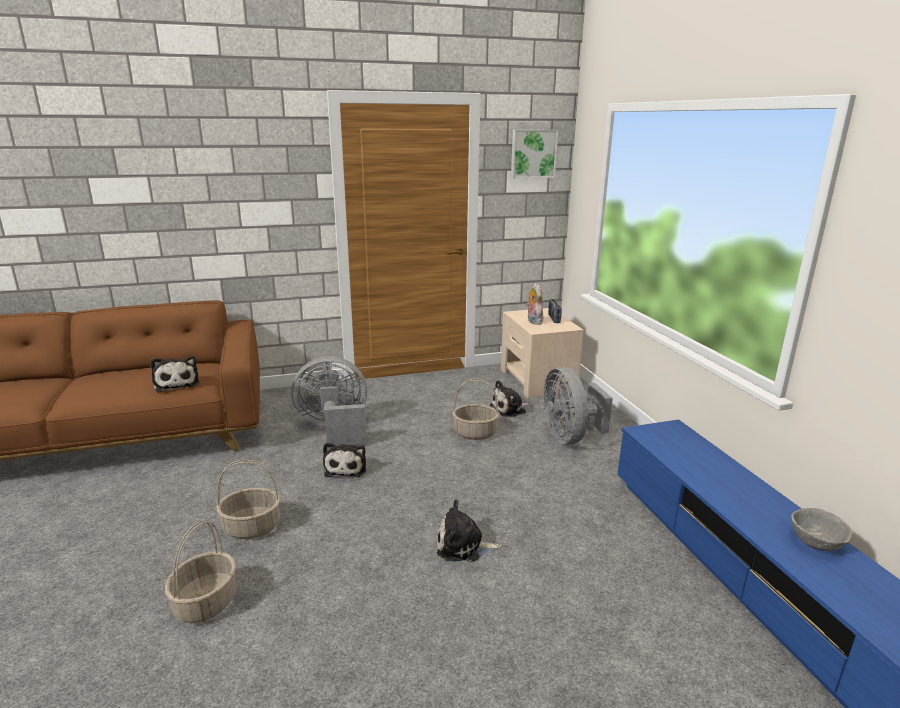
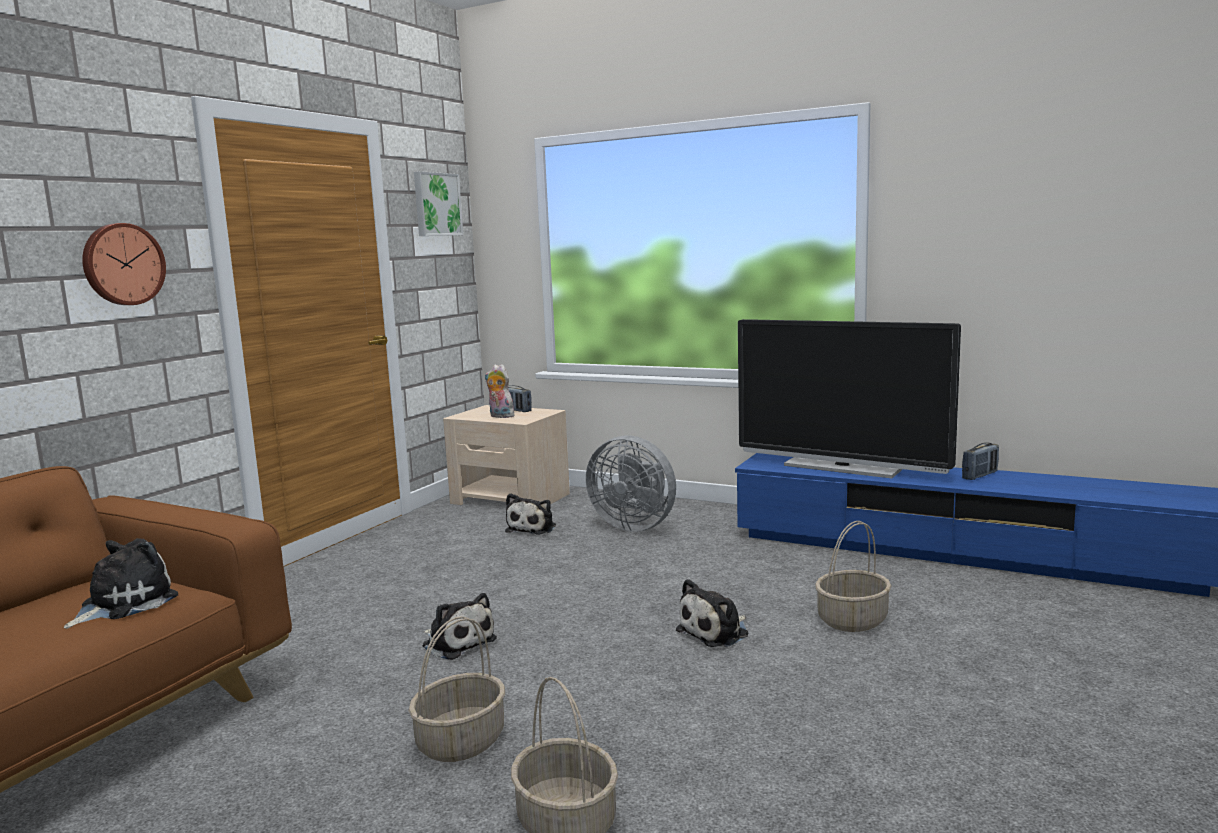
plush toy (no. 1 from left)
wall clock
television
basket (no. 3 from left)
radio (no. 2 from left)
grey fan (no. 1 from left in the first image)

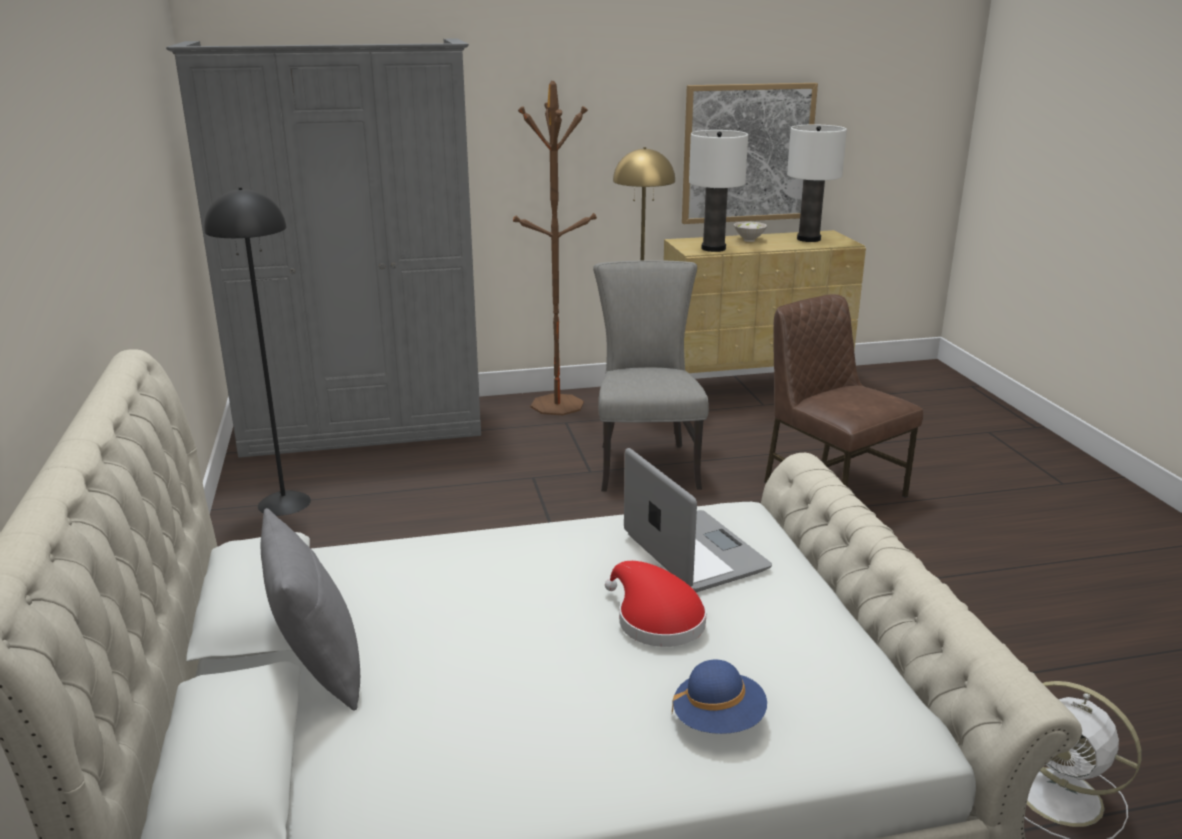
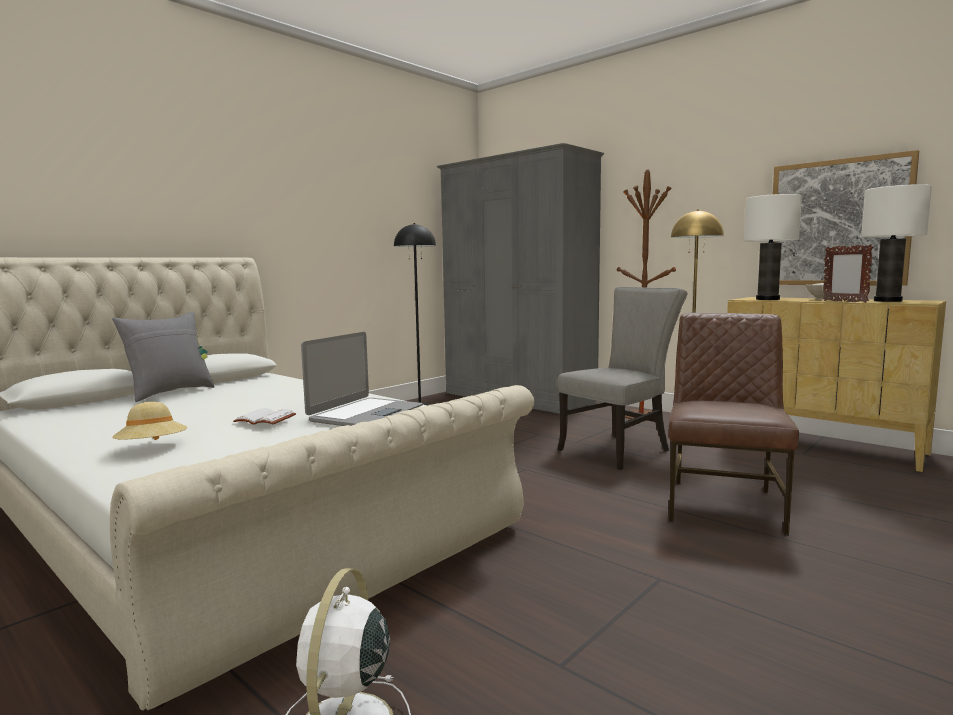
beige hat
white book
picture frame

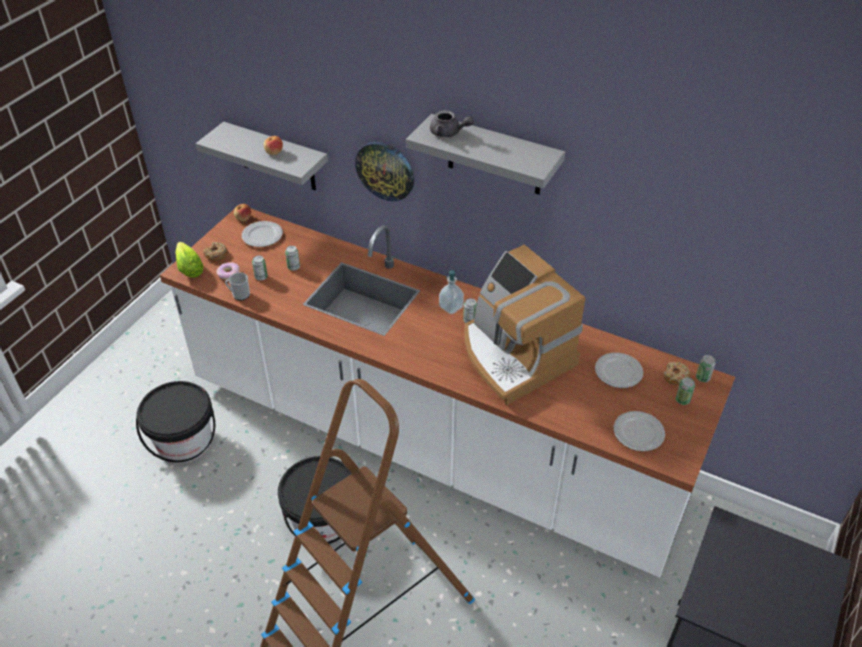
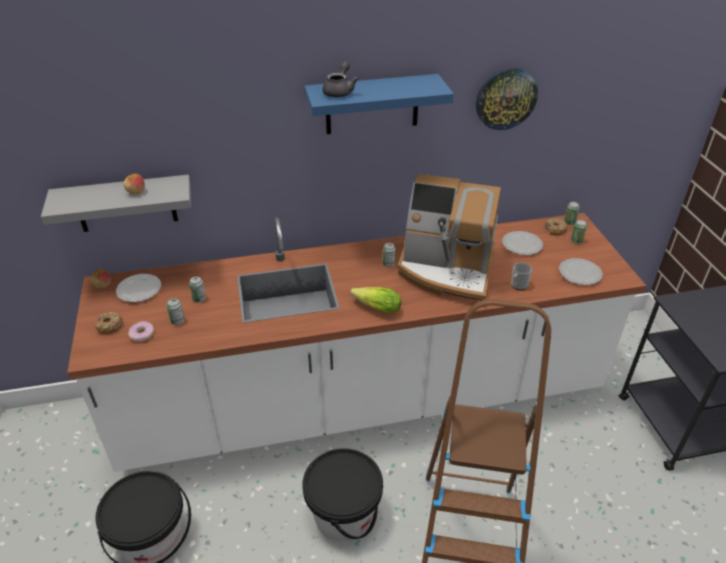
blue shelf
grey teapot
lettuce
wall clock
mug
soap dispenser

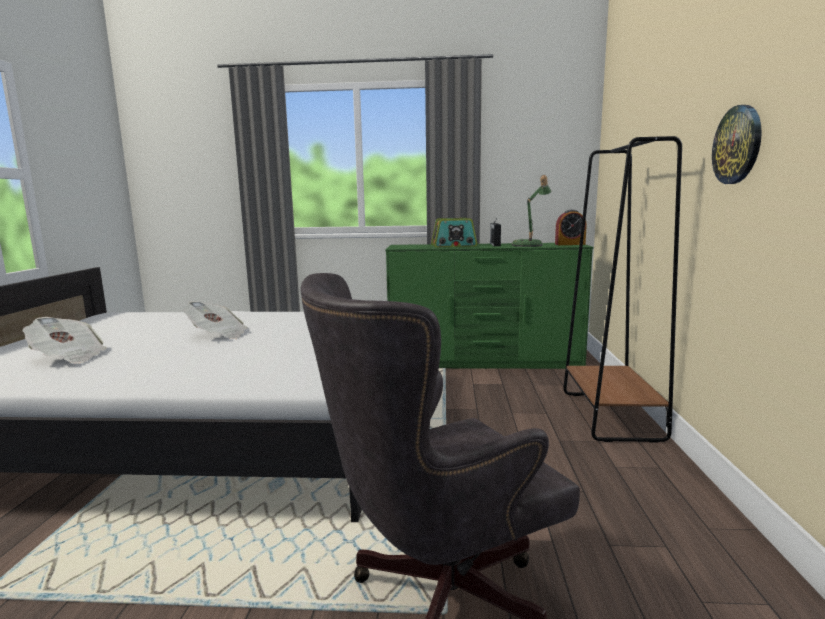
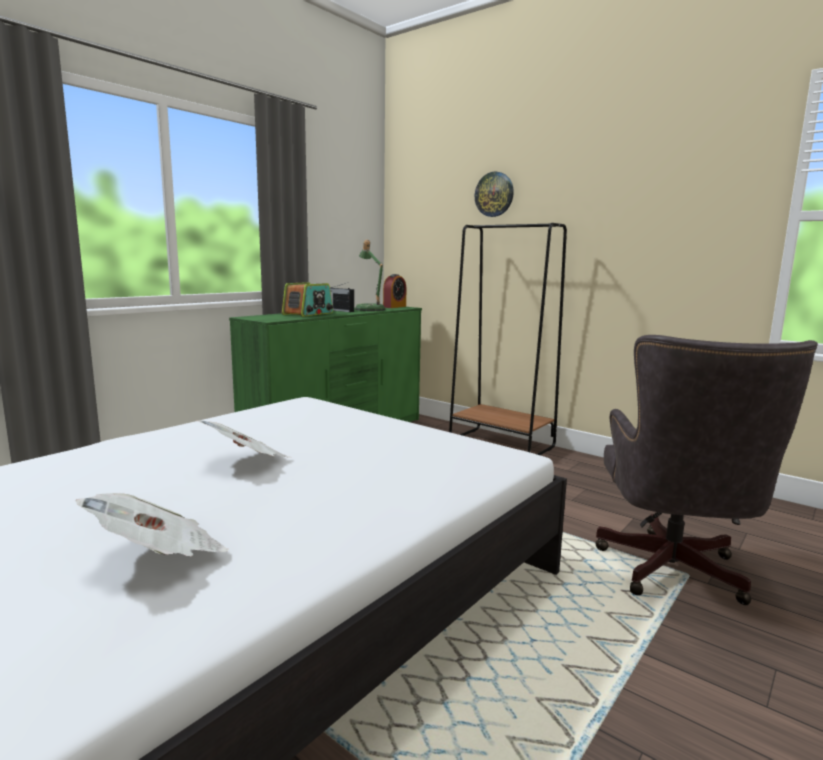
wall clock

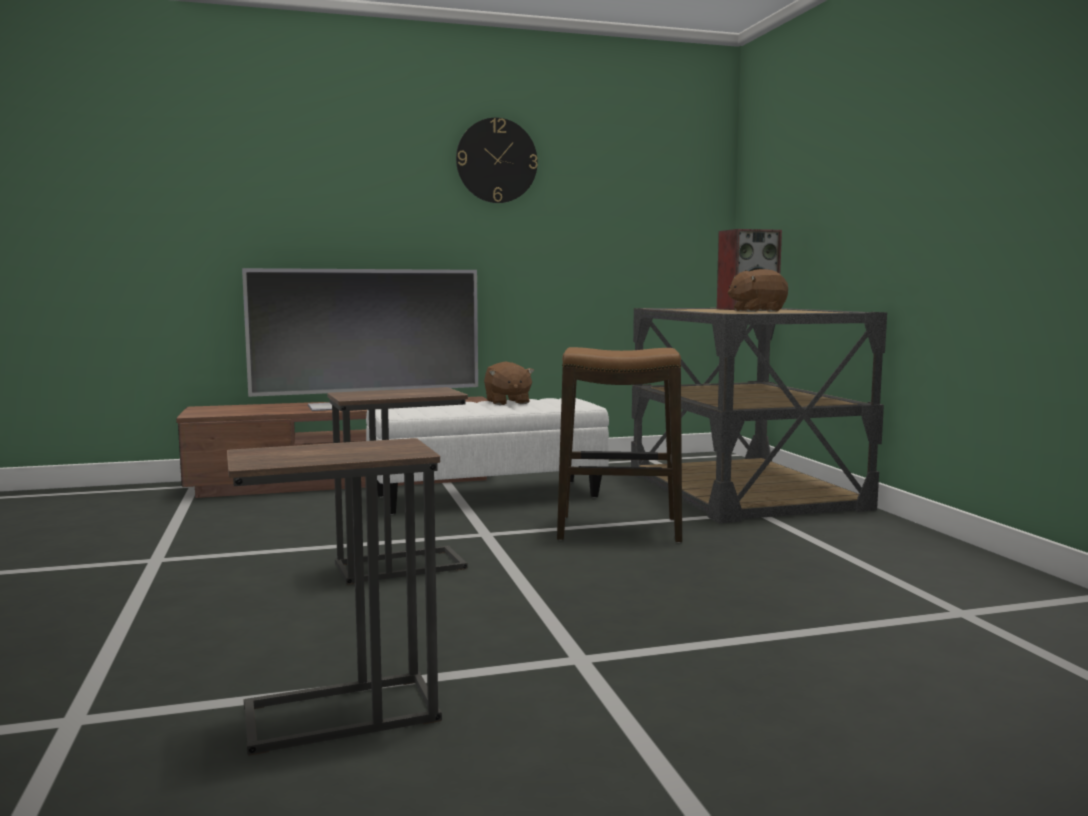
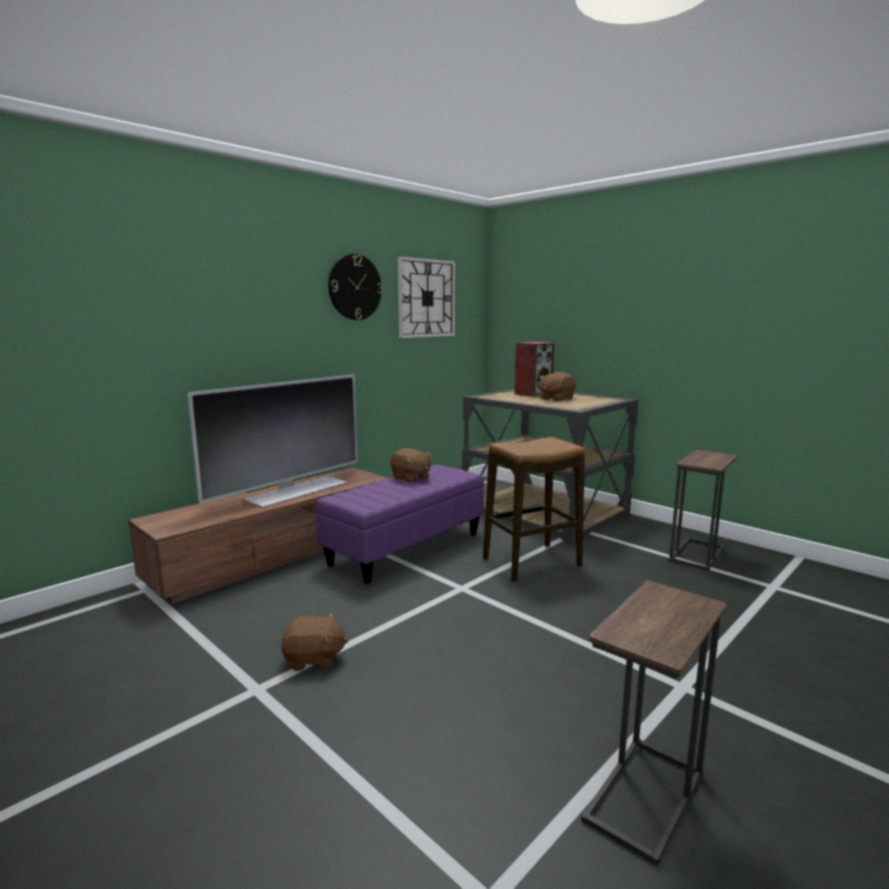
brown plush toy (no. 1 from left)
purple ottoman
wall clock (no. 2 from left)
brown side table (no. 2 from left)

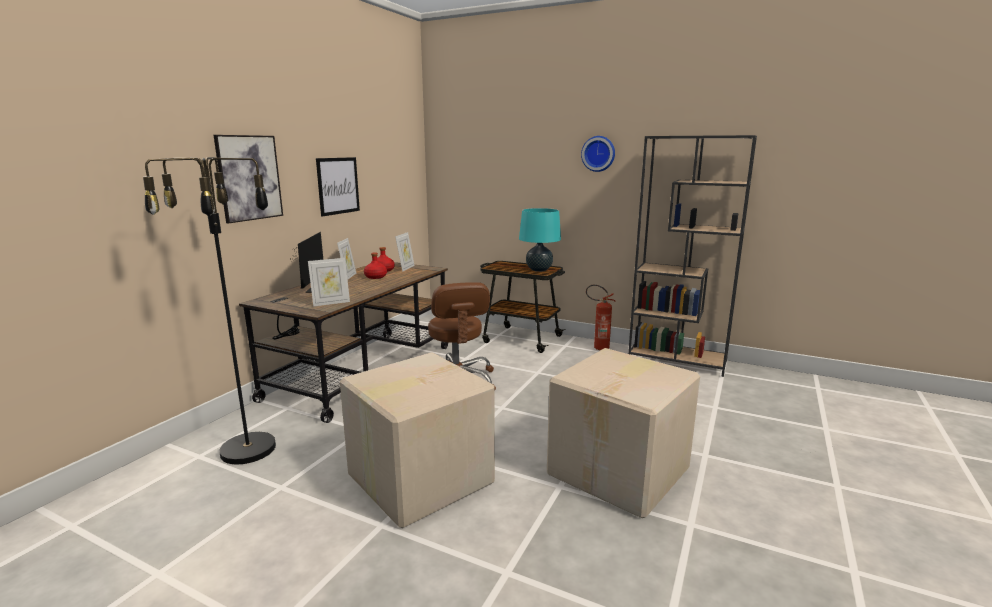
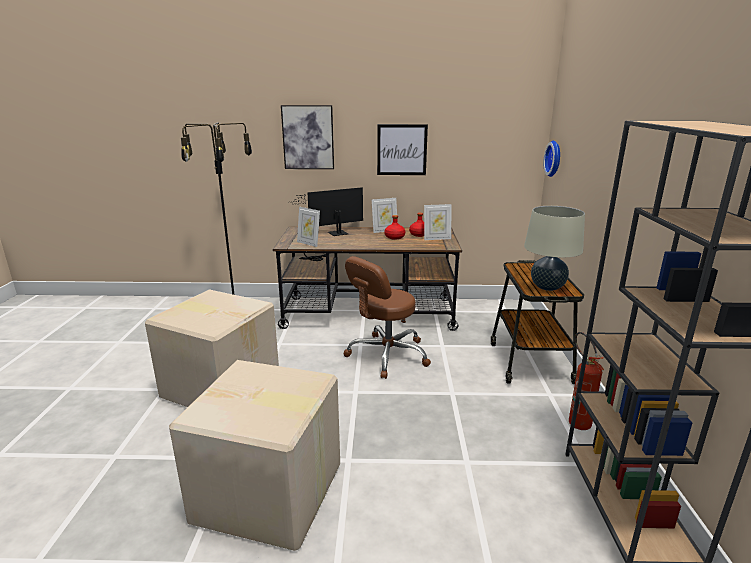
beige table lamp
wall clock

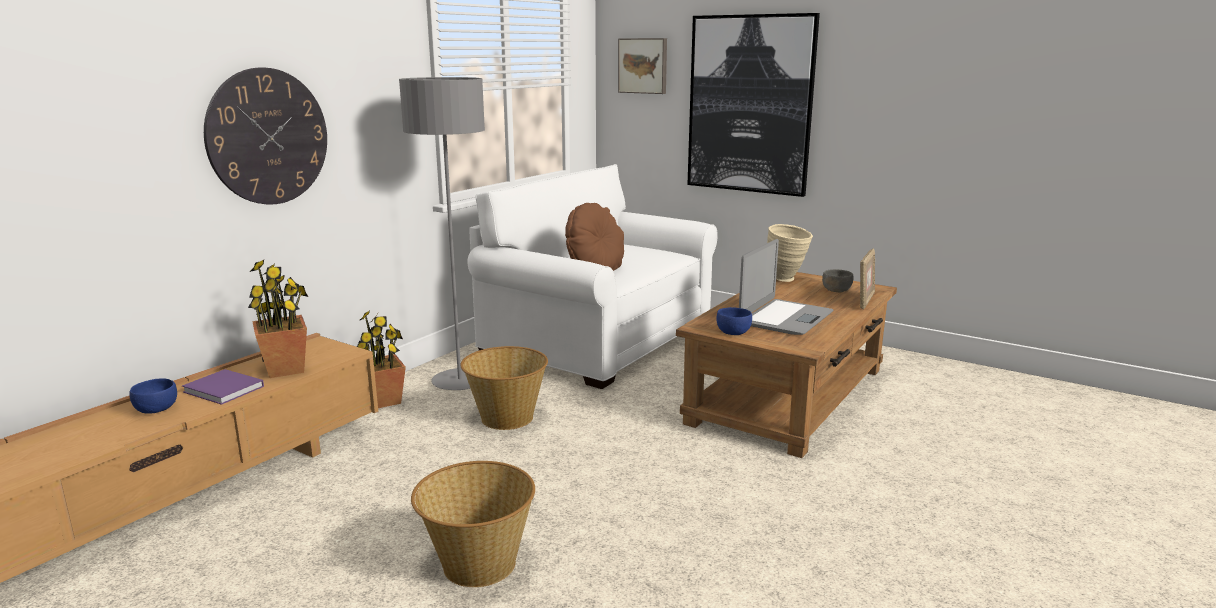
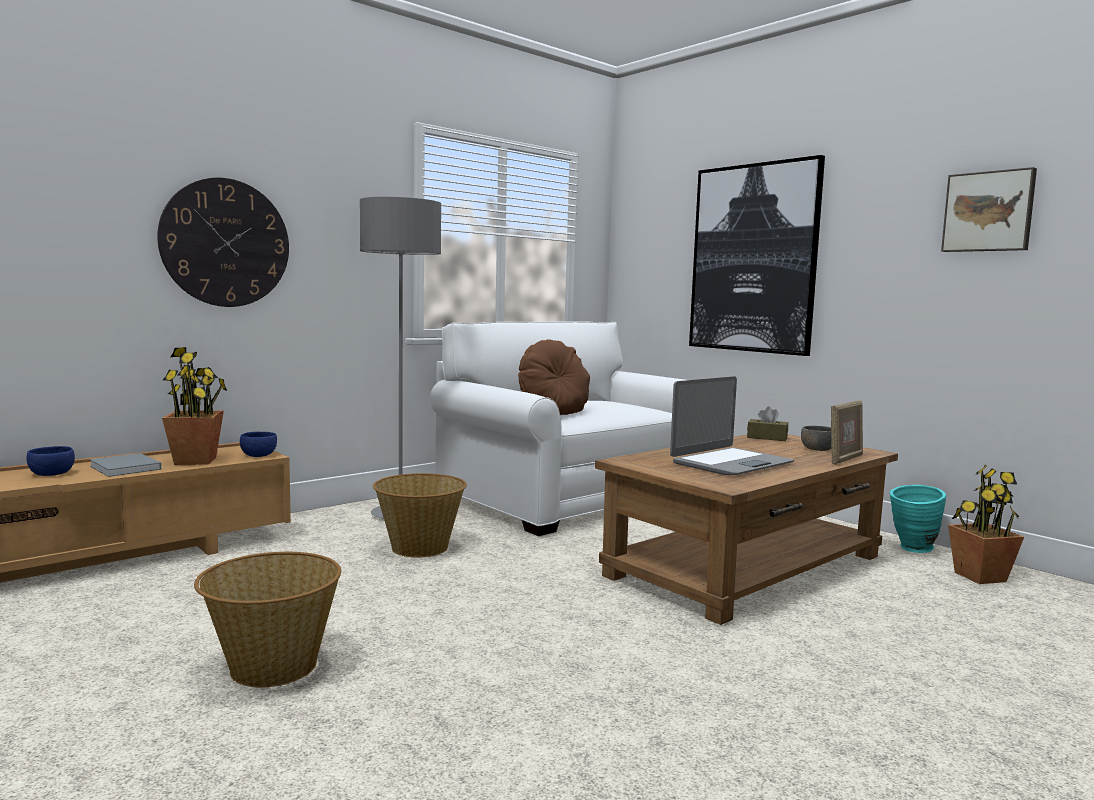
grey book
blue bowl (no. 2 from left)
brown tissue box
turquoise vase
picture (no. 2 from left)
potted plant (no. 2 from left)

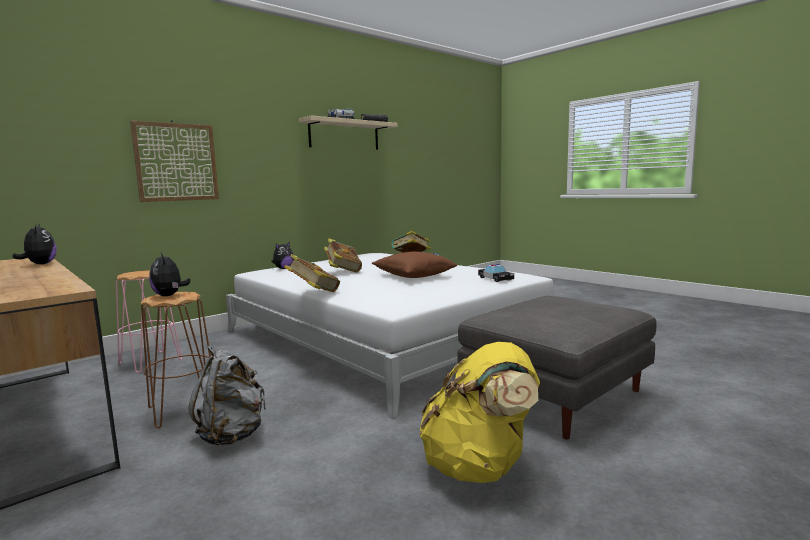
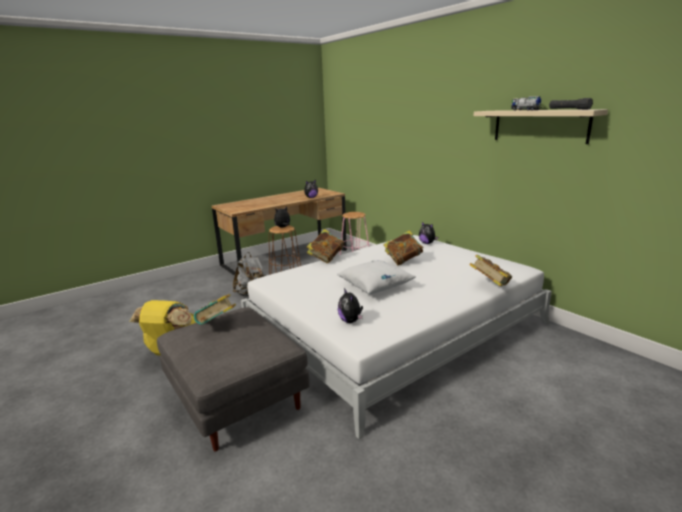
book (no. 1 from left)
grey pillow
plush toy (no. 3 from left)
picture

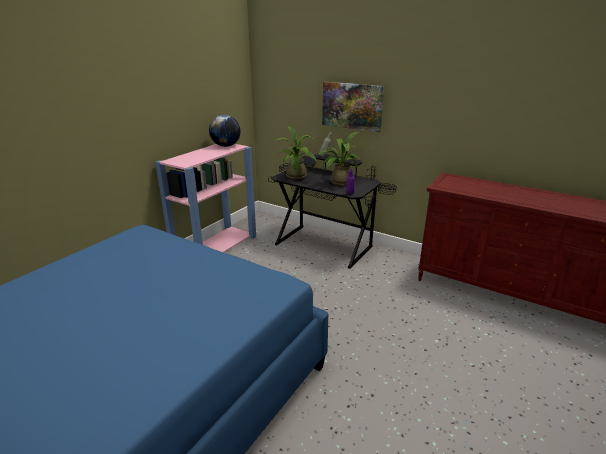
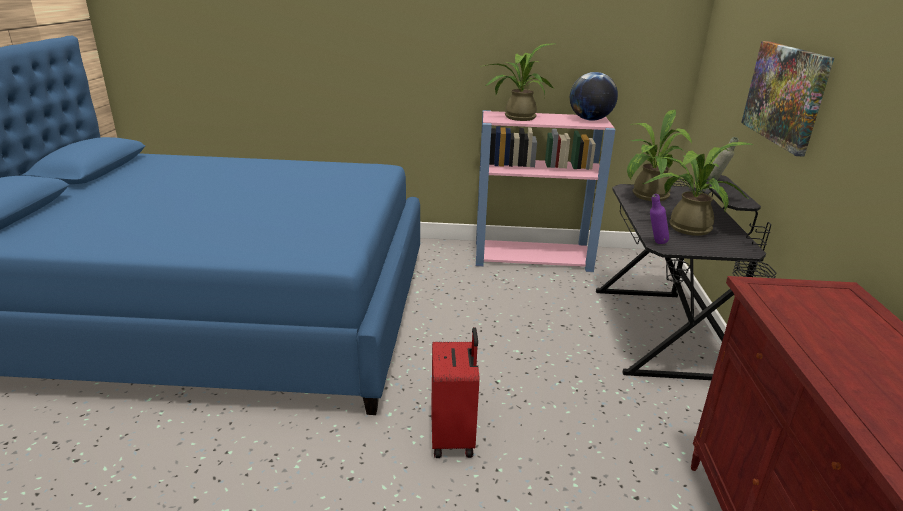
red suitcase
potted plant (no. 1 from left)

